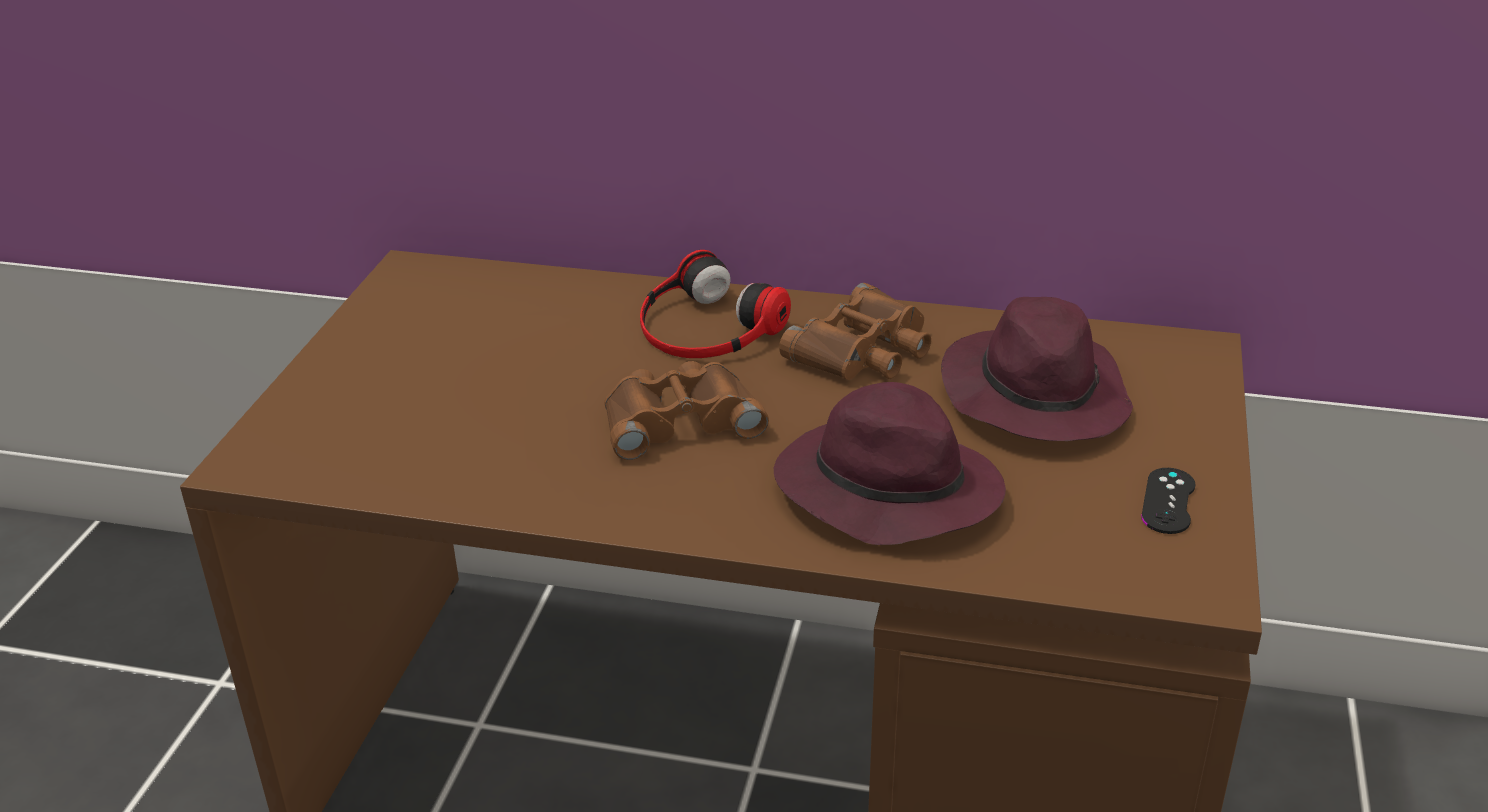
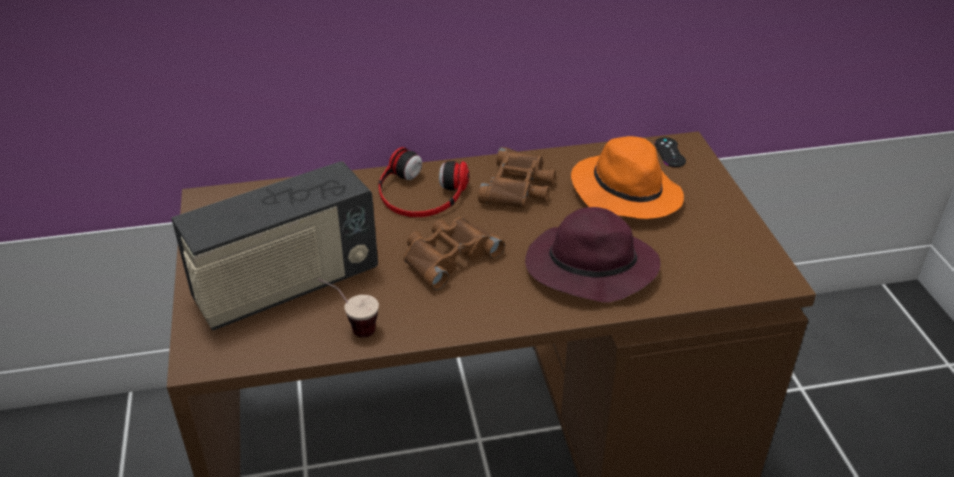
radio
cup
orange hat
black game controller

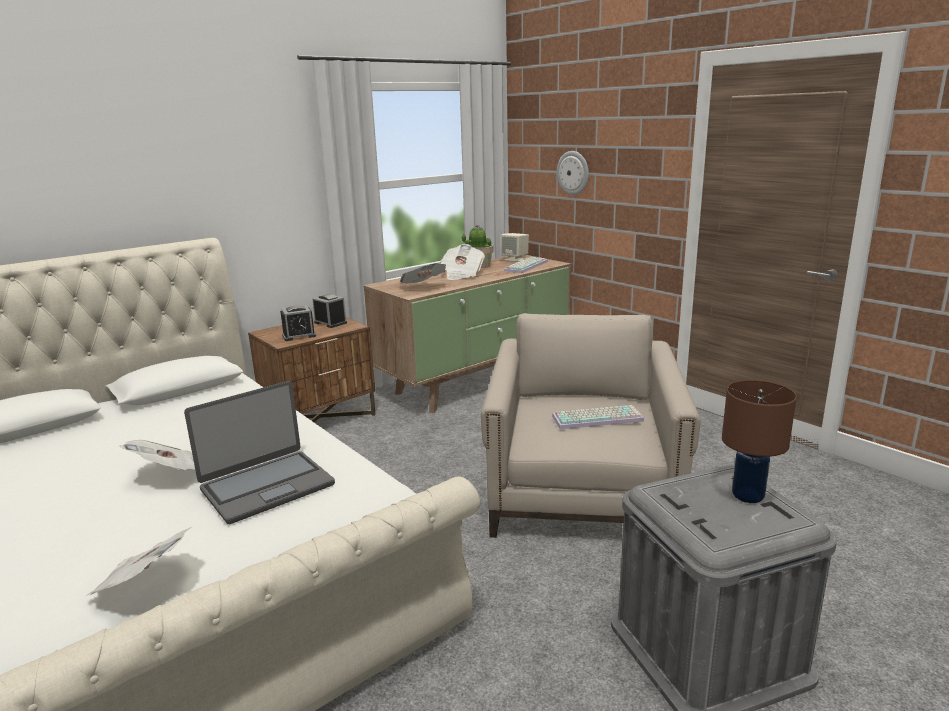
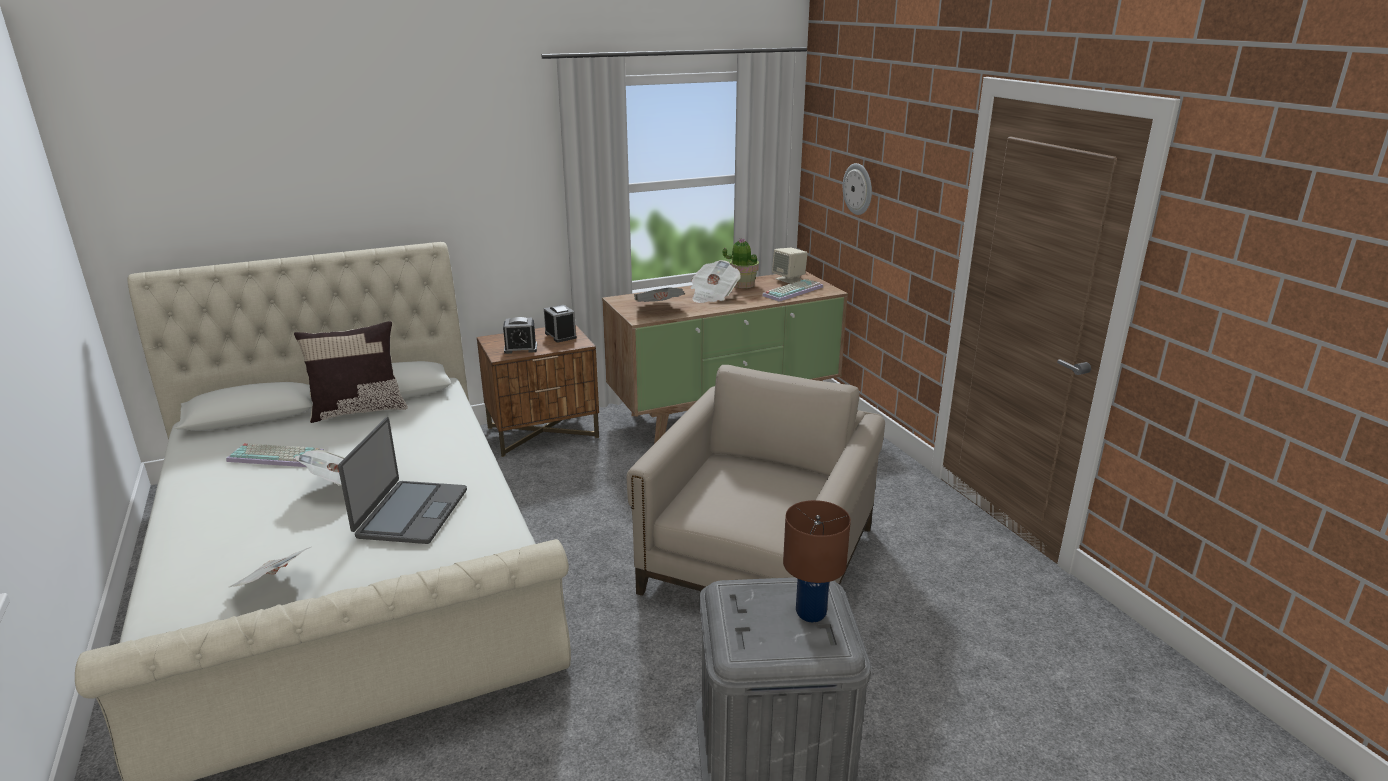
keyboard (no. 1 from left)
pillow
laptop

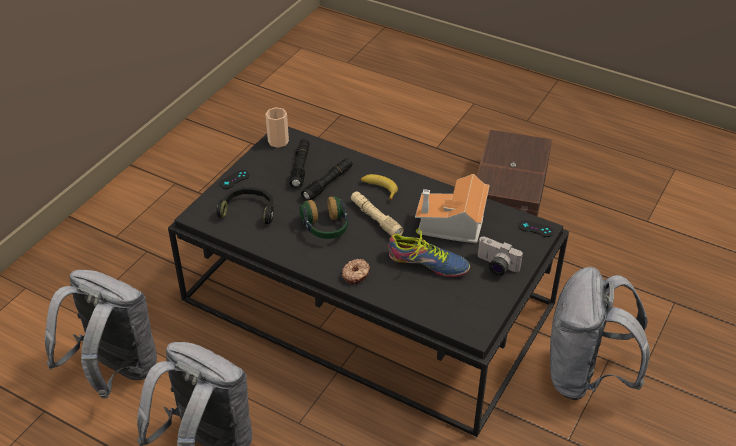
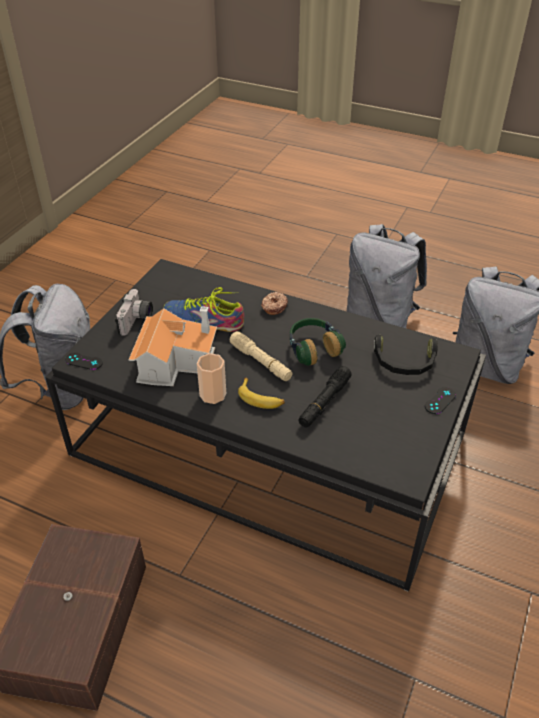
photo camera
cup
black flashlight (no. 1 from left in the first image)

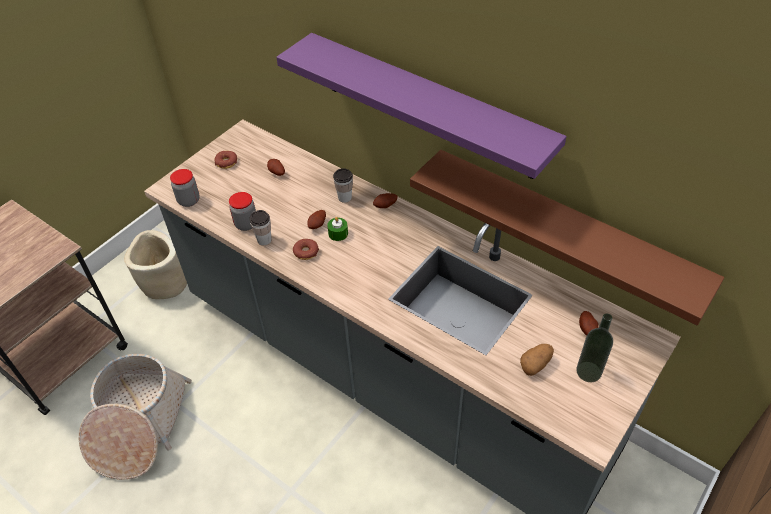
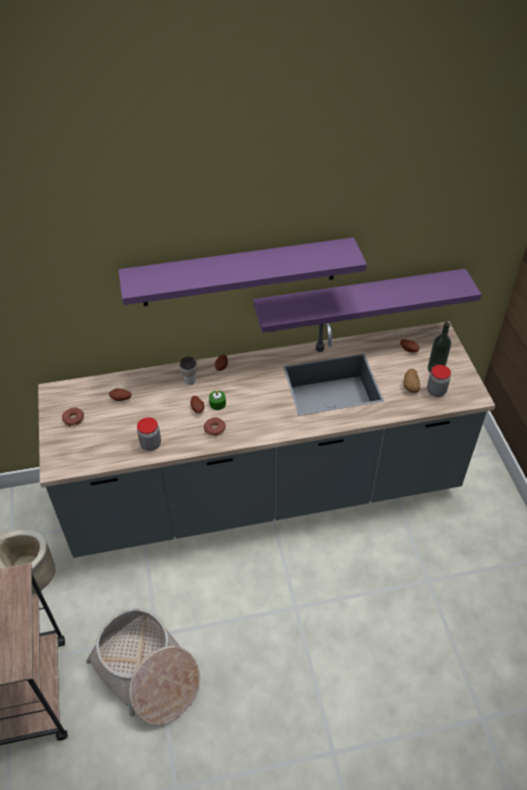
purple shelf (no. 2 from left)
jar (no. 2 from left)
cup (no. 1 from left in the first image)

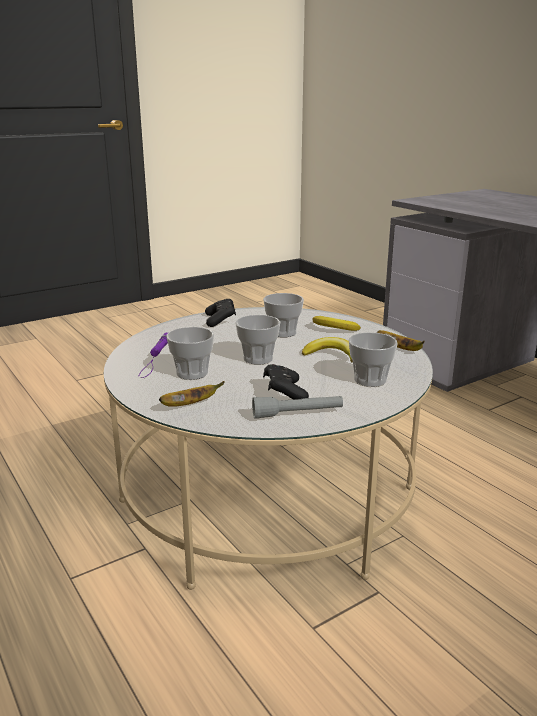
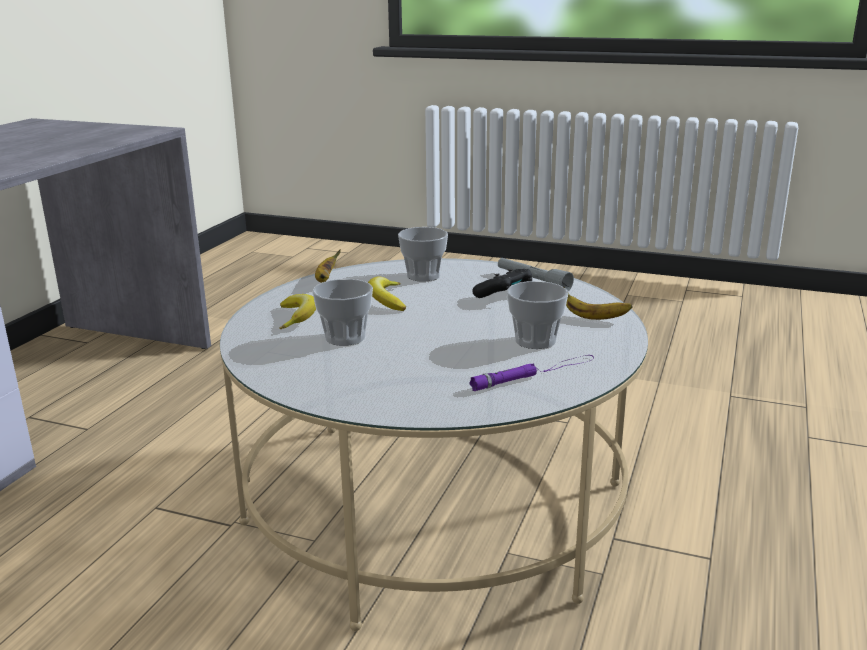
black game controller (no. 1 from left in the first image)
cup (no. 2 from left in the first image)

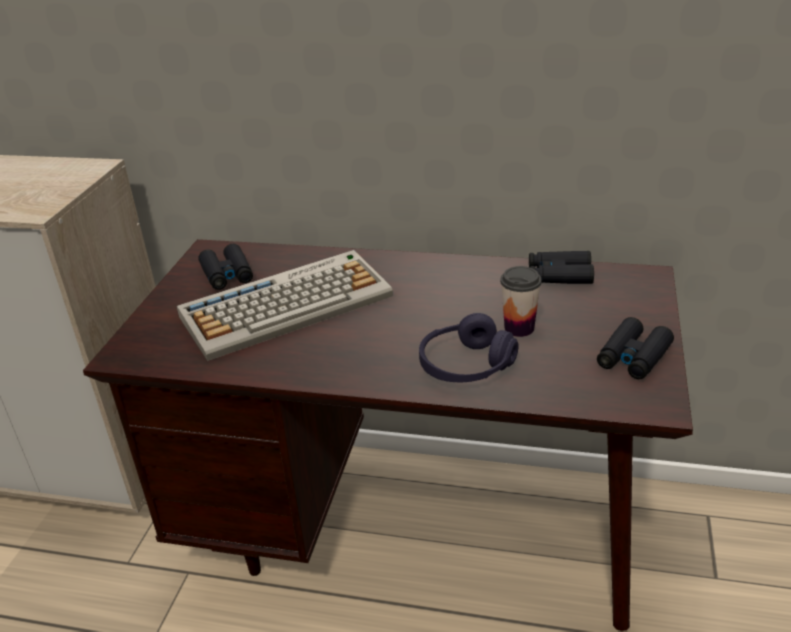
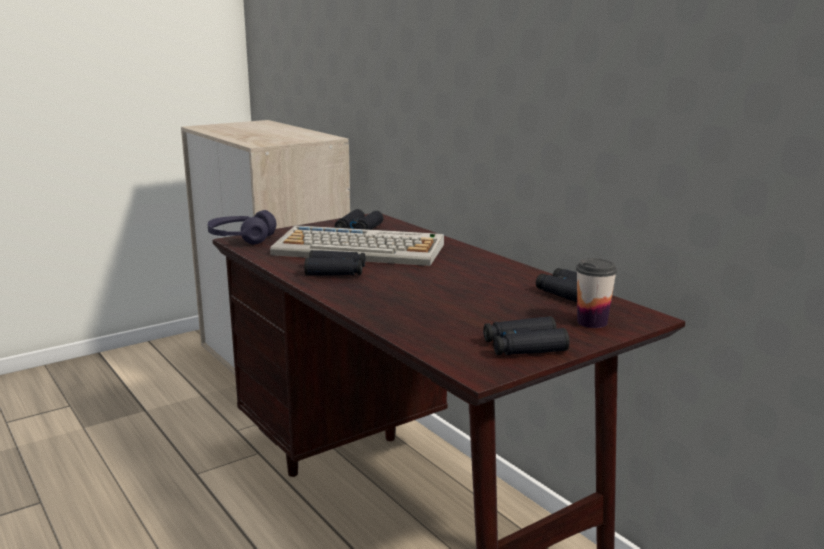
purple headphones
black binoculars (no. 1 from left)
cup

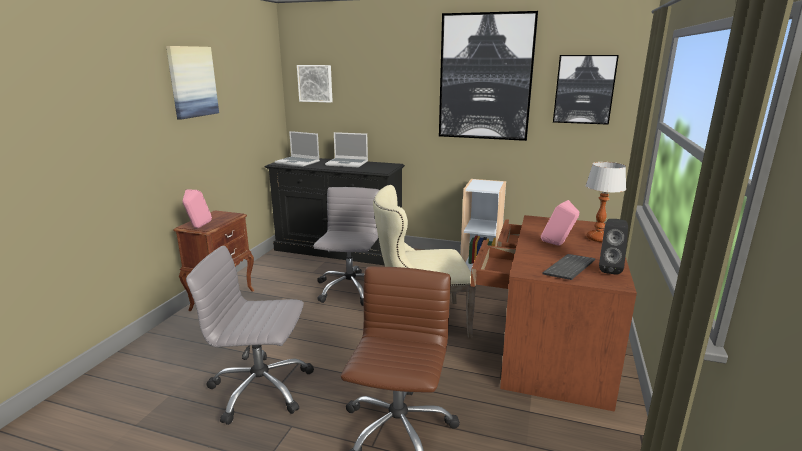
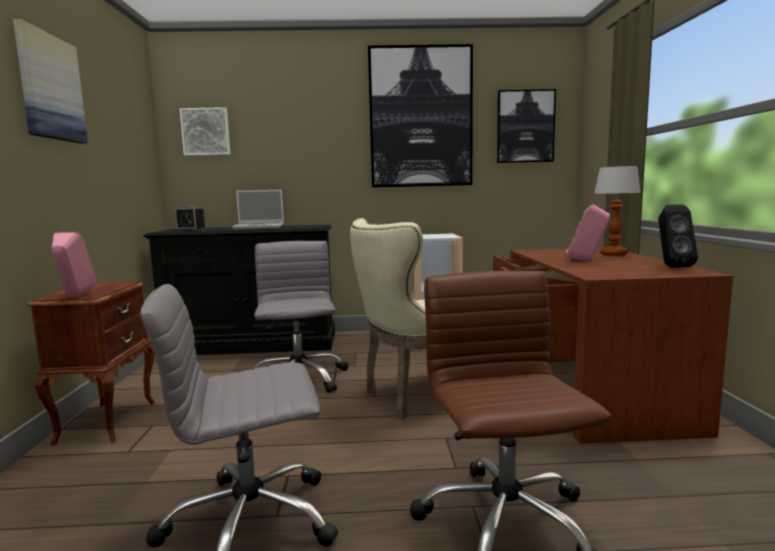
alarm clock
keyboard

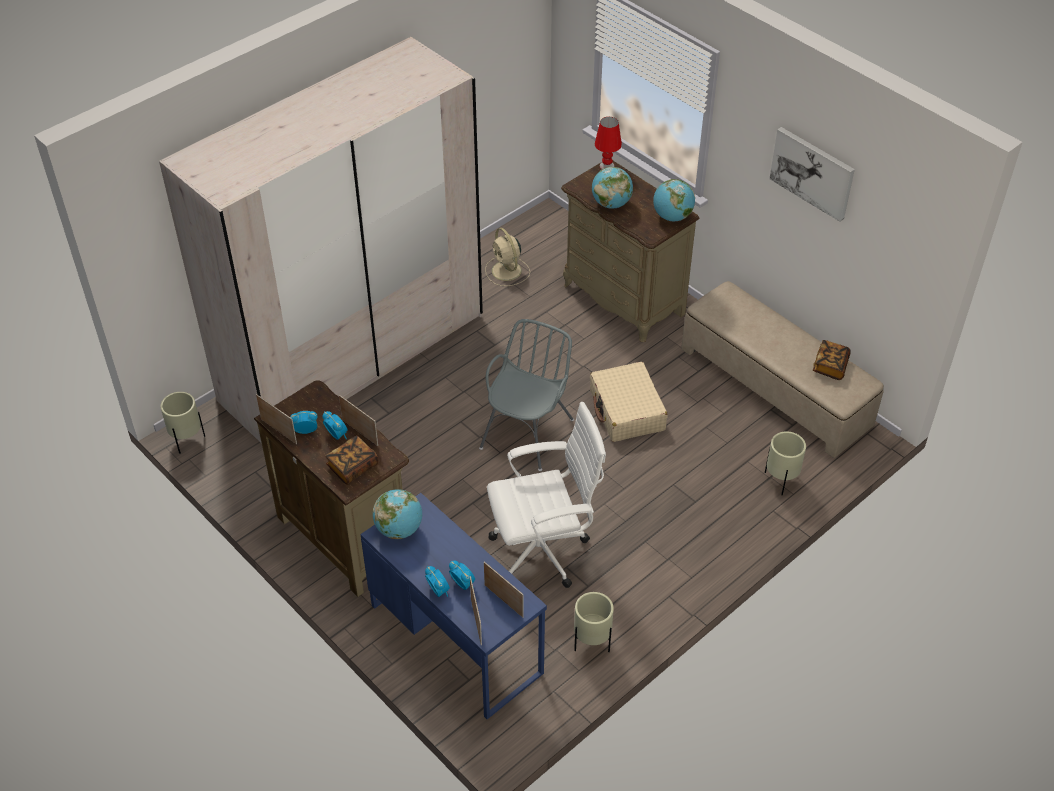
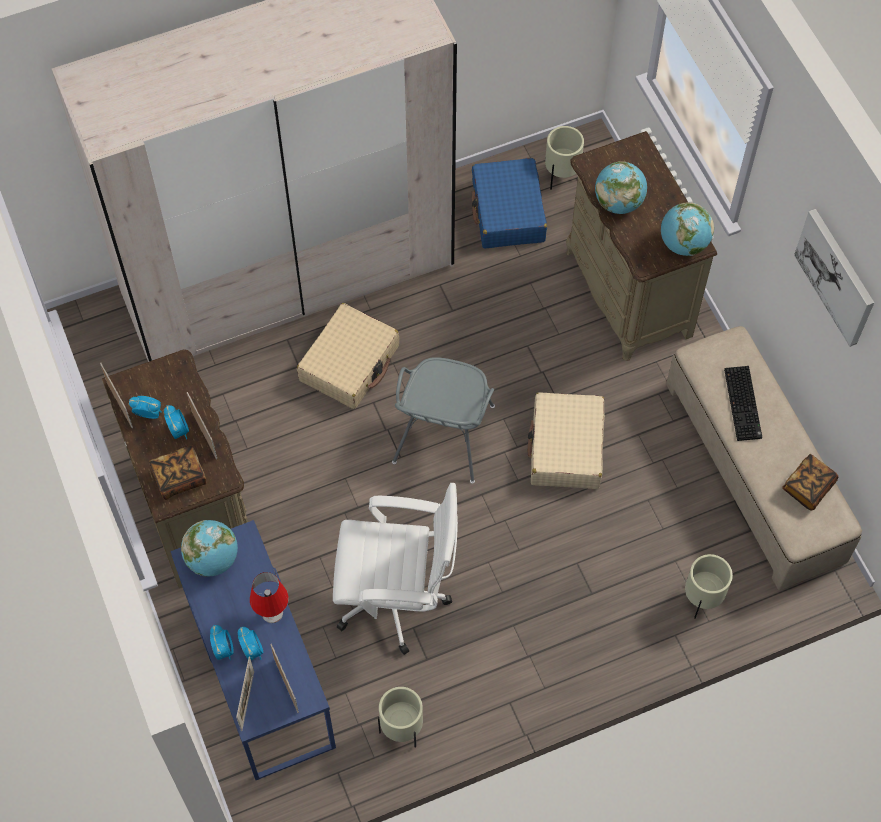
red table lamp
beige suitcase (no. 1 from left)
grey chair
blue suitcase
beige planter (no. 2 from left)
keyboard

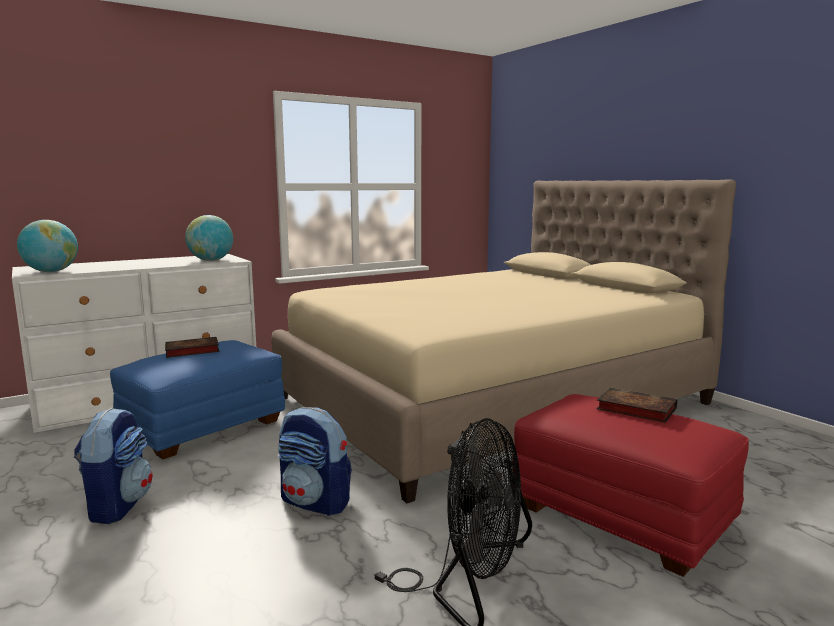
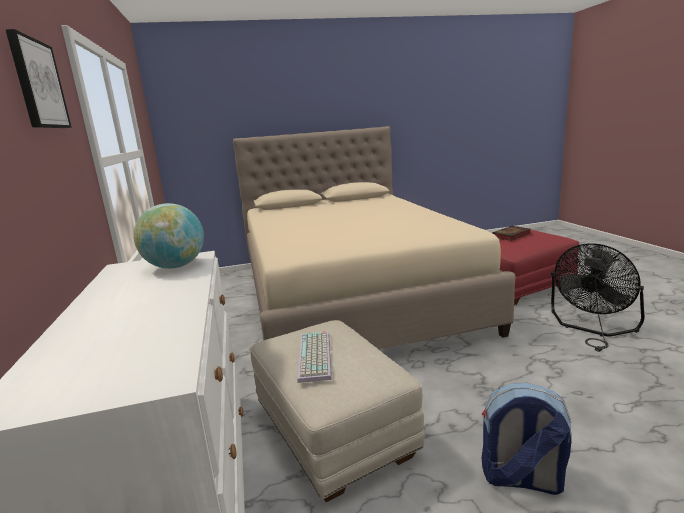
picture
beige ottoman
keyboard
globe (no. 1 from left in the first image)
backpack (no. 2 from left in the first image)

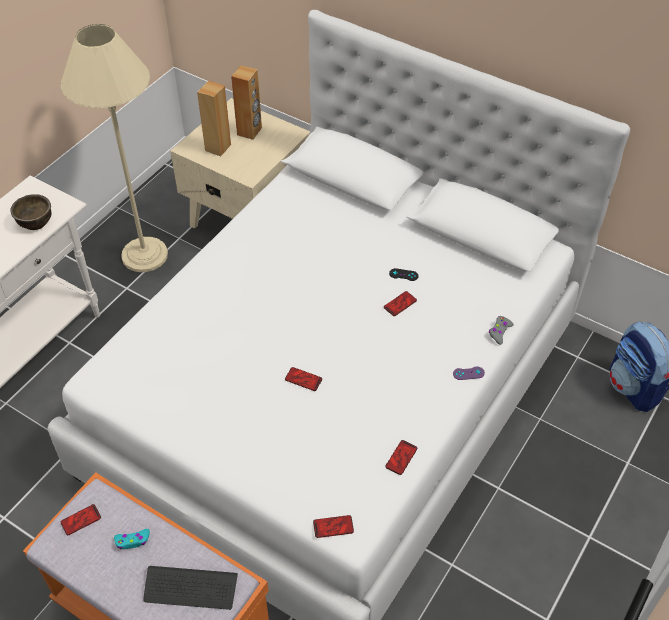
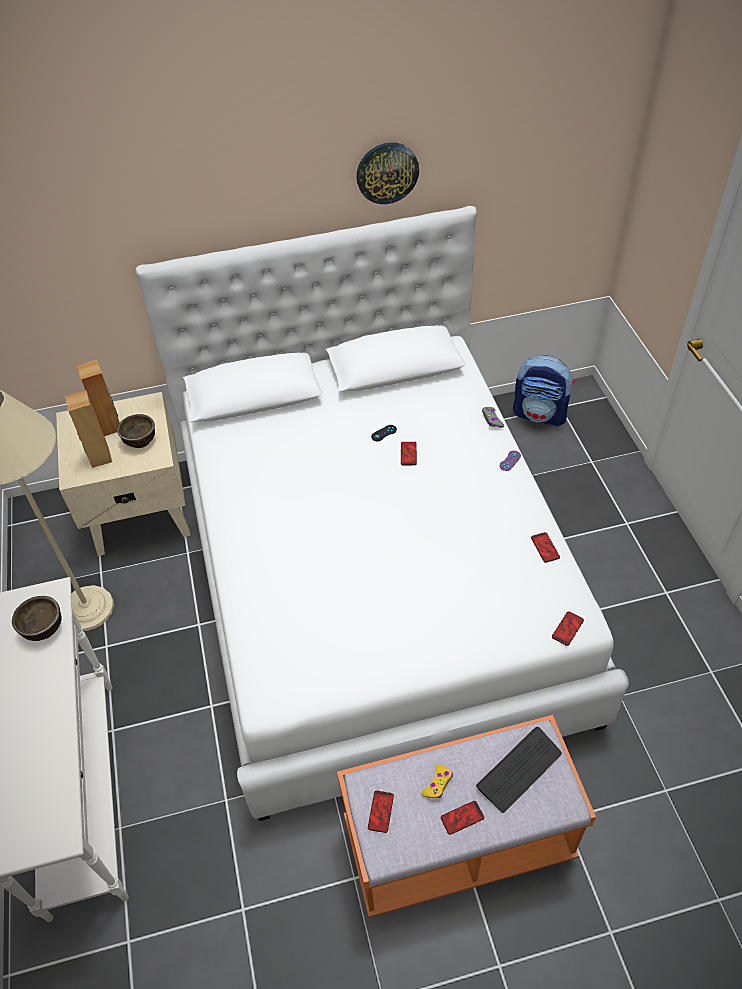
brown bowl (no. 2 from left)
wall clock
yellow game controller
phone (no. 3 from left)

